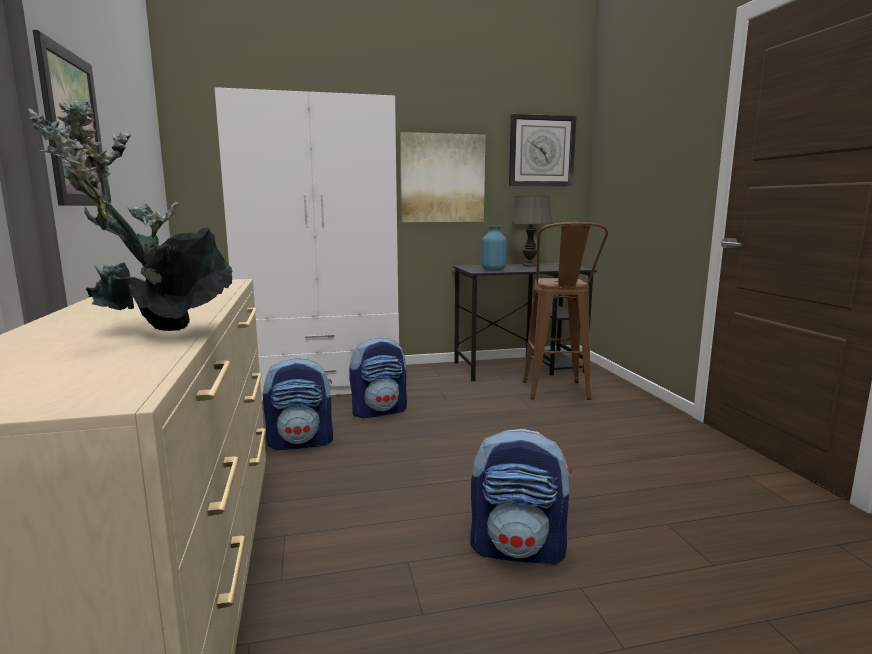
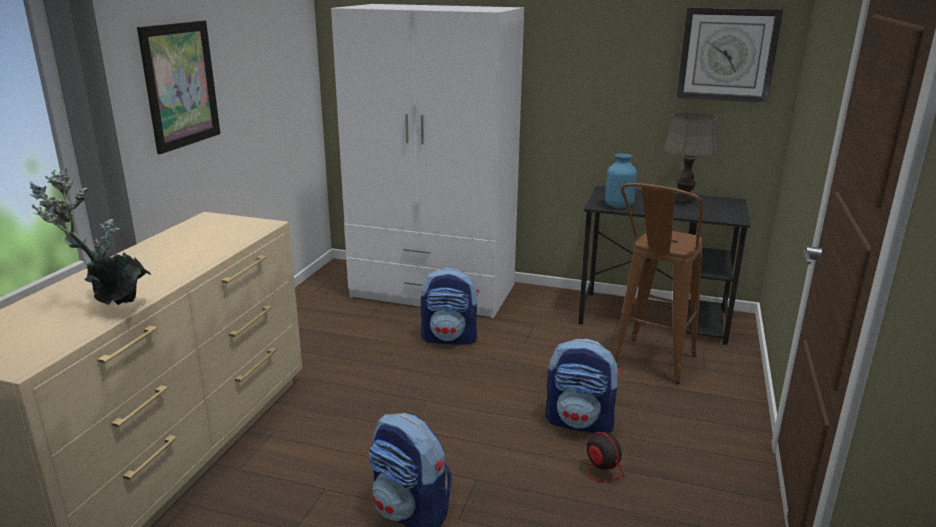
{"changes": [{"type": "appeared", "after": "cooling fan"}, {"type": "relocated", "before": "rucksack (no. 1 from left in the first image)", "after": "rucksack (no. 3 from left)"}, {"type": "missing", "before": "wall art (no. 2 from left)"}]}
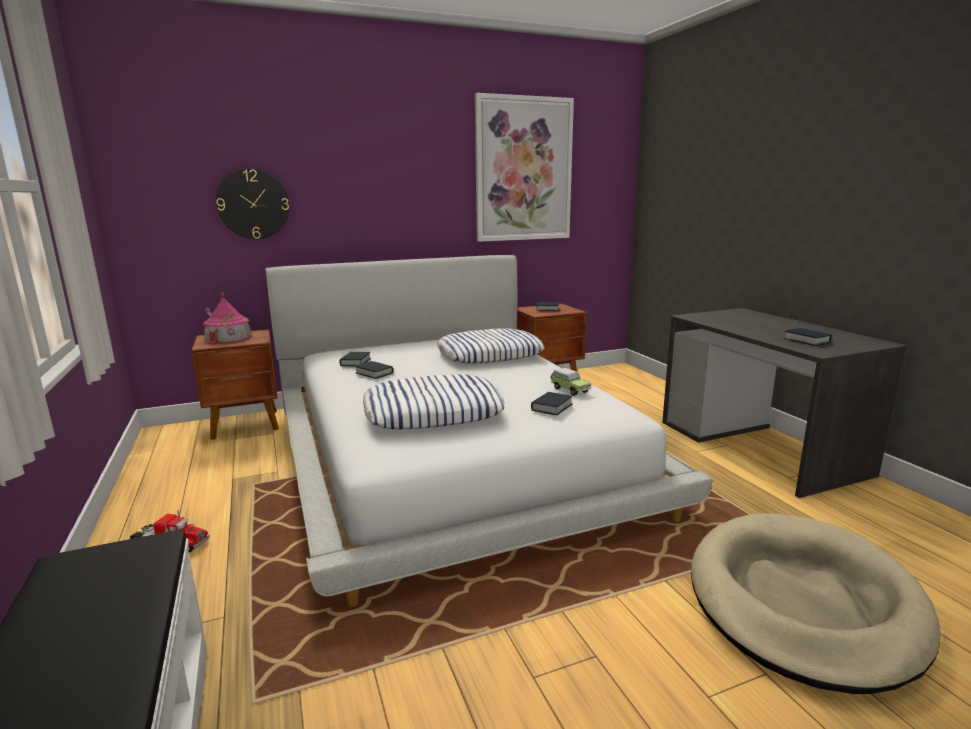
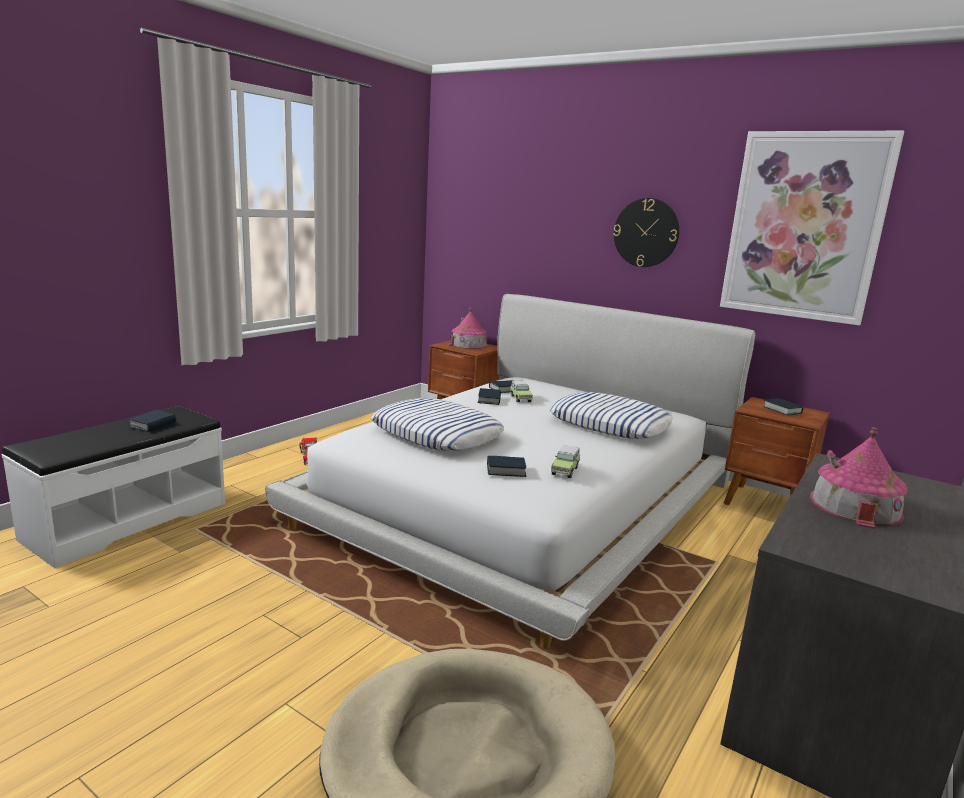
{"changes": [{"type": "relocated", "before": "volume (no. 5 from left in the first image)", "after": "volume (no. 1 from left)"}, {"type": "appeared", "after": "model car (no. 1 from left)"}, {"type": "relocated", "before": "clock on the wall"}, {"type": "appeared", "after": "model house (no. 2 from left)"}]}
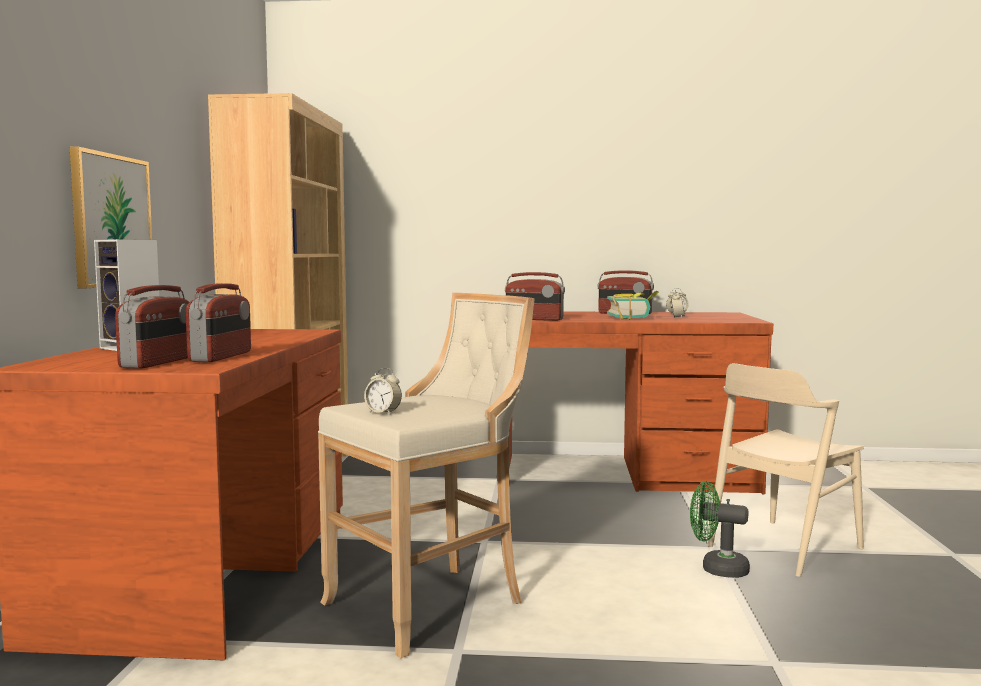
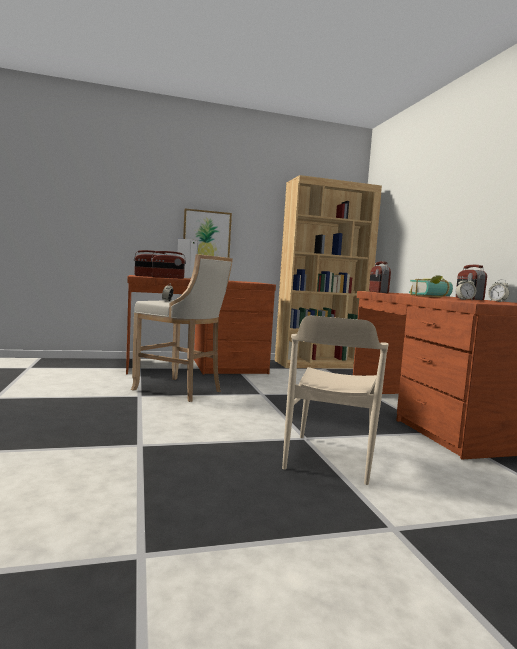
{"changes": [{"type": "spun", "before": "sand-coloured plain chair", "turn": -105}, {"type": "missing", "before": "green-coloured cooling fan"}]}
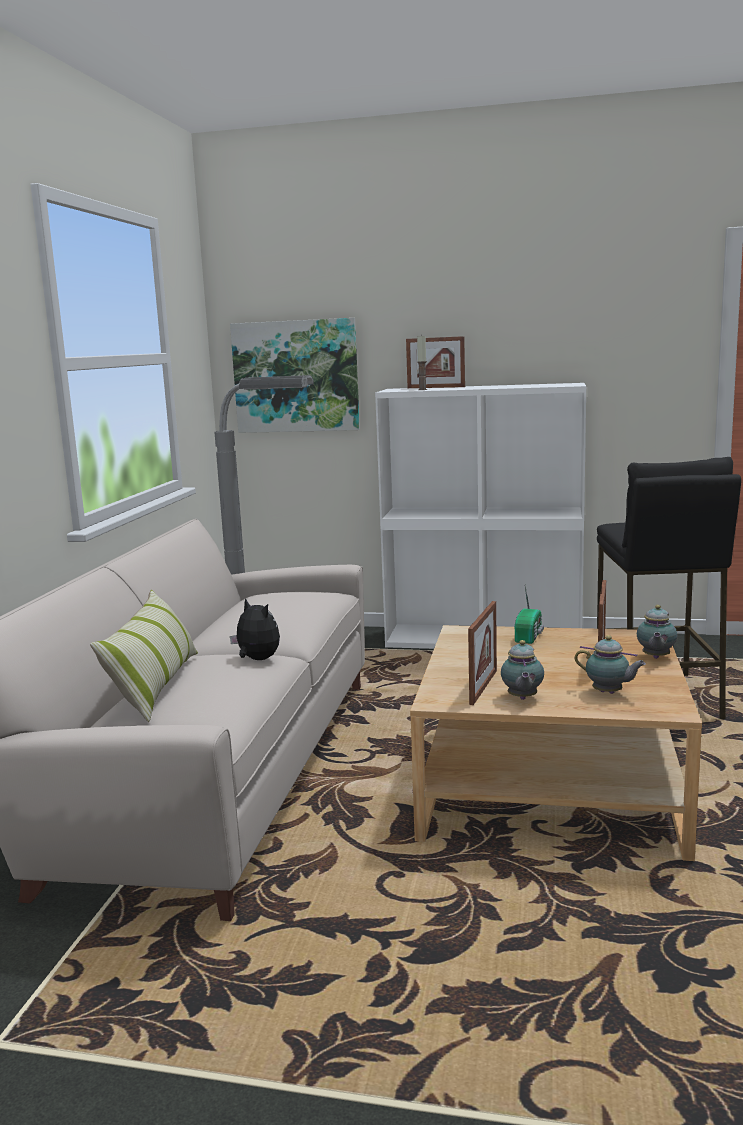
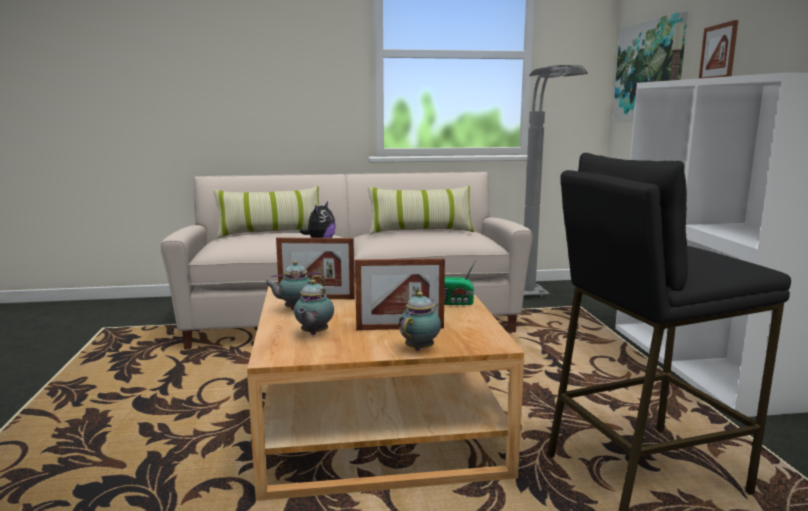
{"changes": [{"type": "appeared", "after": "pillow (no. 2 from left)"}, {"type": "spun", "before": "pot for tea (no. 3 from left)", "turn": 120}]}
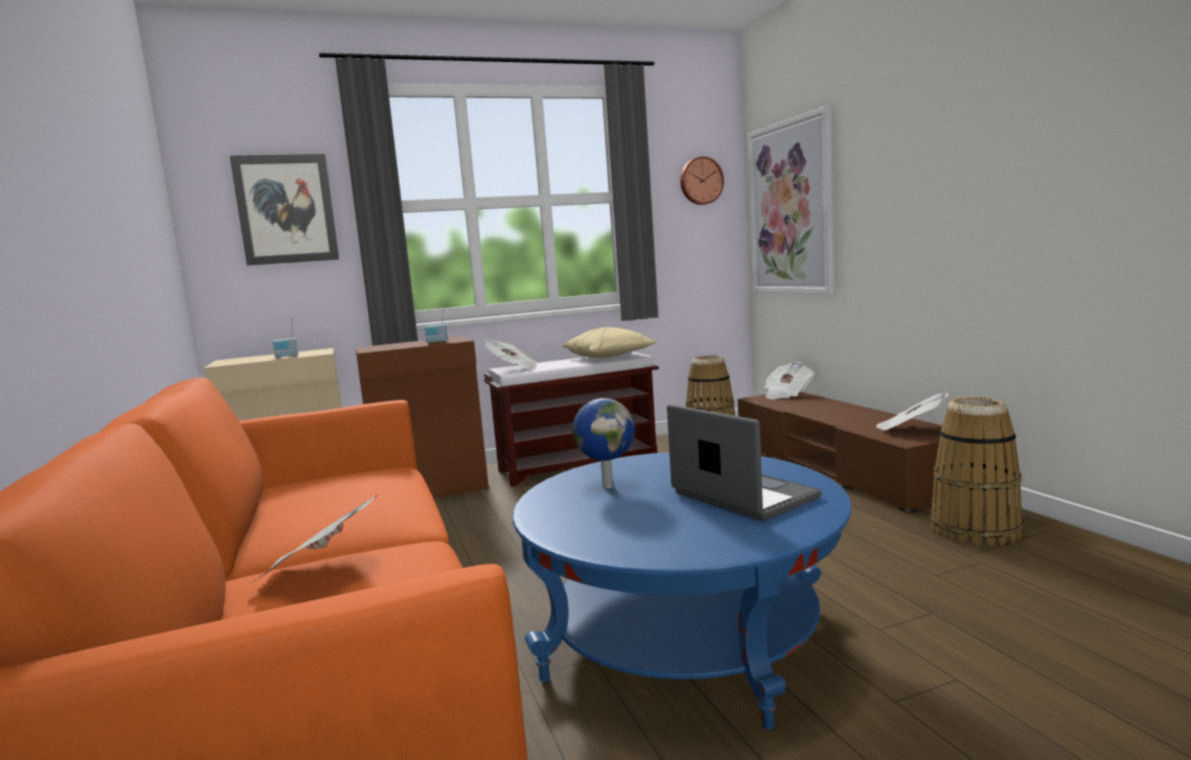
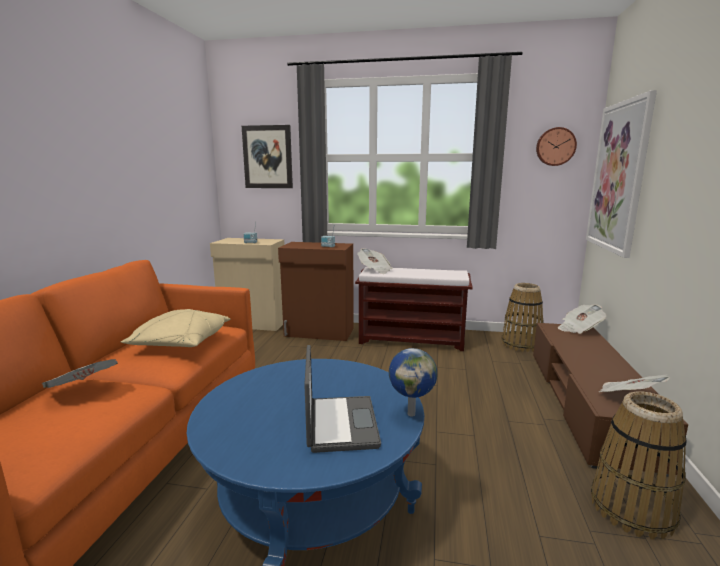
{"changes": [{"type": "relocated", "before": "sand-coloured pillow"}, {"type": "relocated", "before": "world globe"}]}
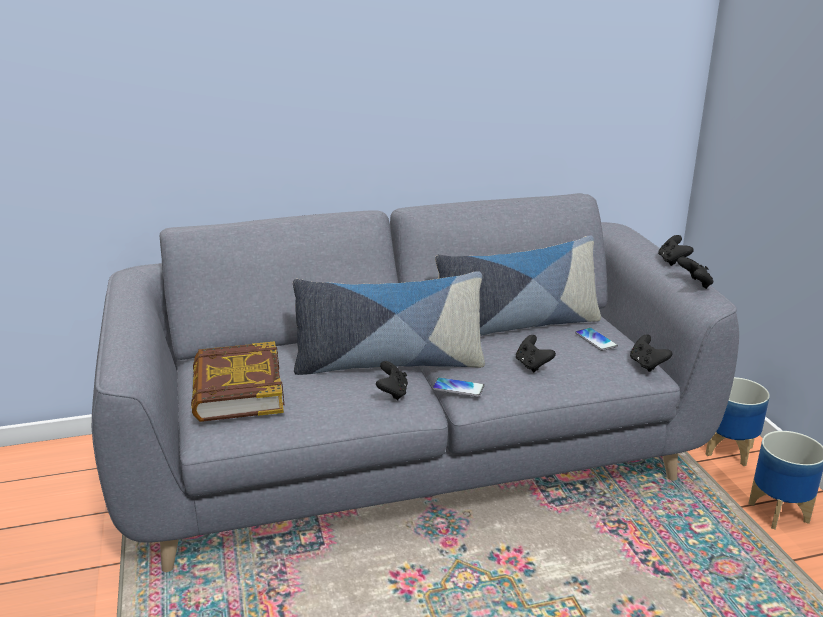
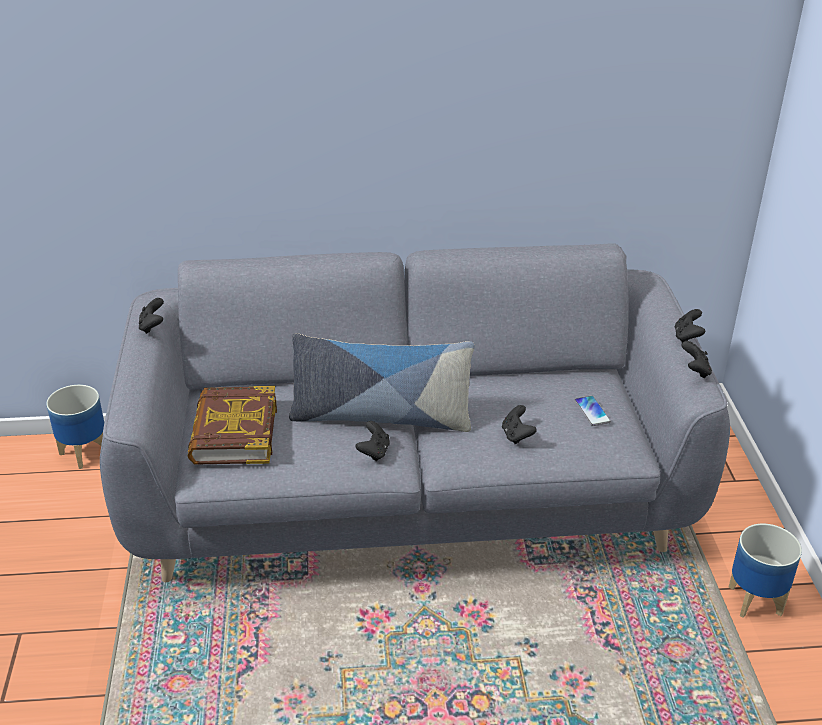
{"changes": [{"type": "relocated", "before": "planter (no. 1 from left)"}, {"type": "relocated", "before": "black game controller (no. 3 from left in the first image)", "after": "black game controller (no. 1 from left)"}, {"type": "missing", "before": "handset (no. 1 from left)"}, {"type": "missing", "before": "pillow (no. 2 from left)"}]}
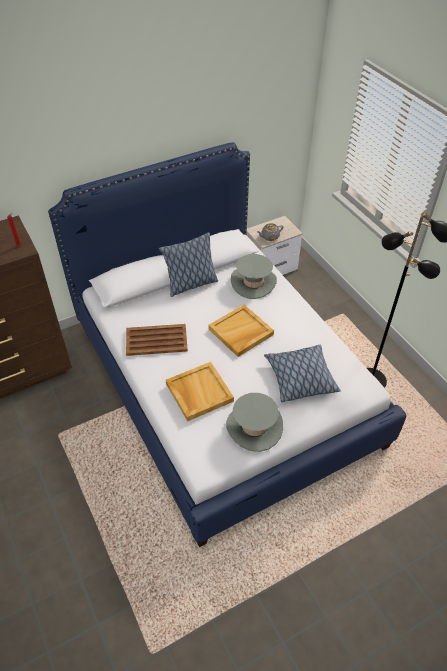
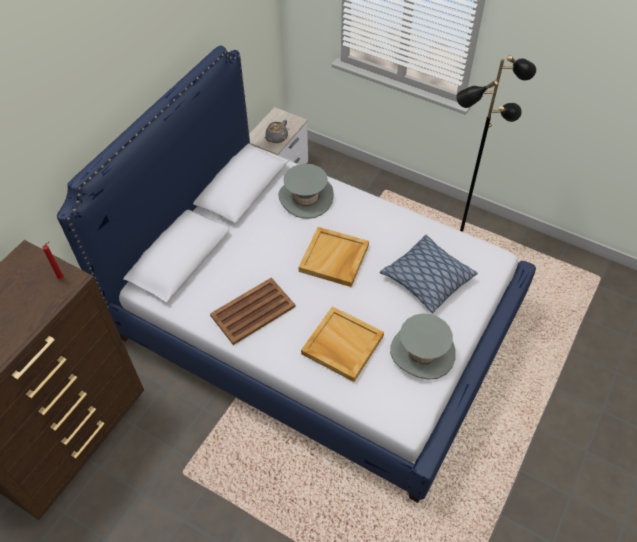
{"changes": [{"type": "missing", "before": "pillow (no. 1 from left)"}]}
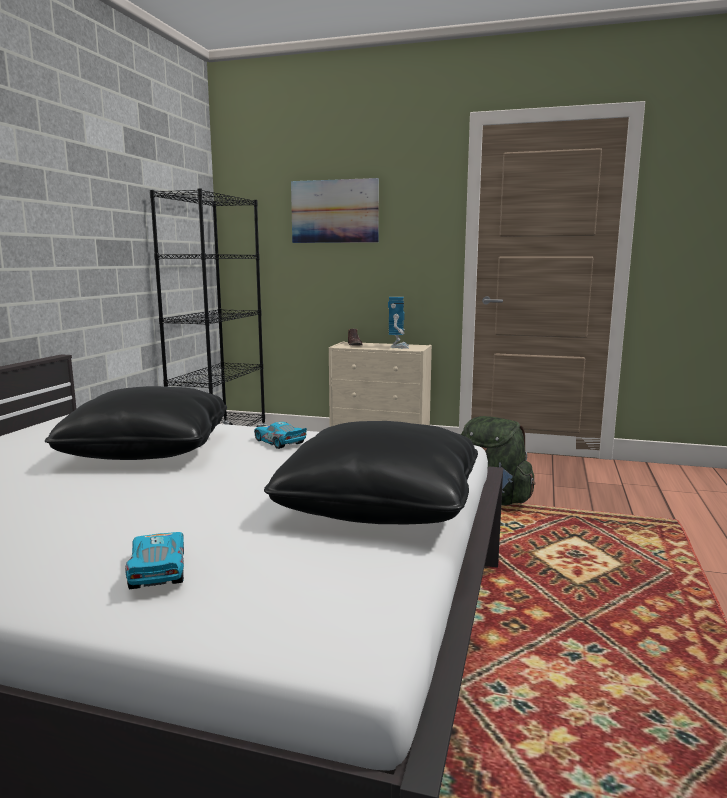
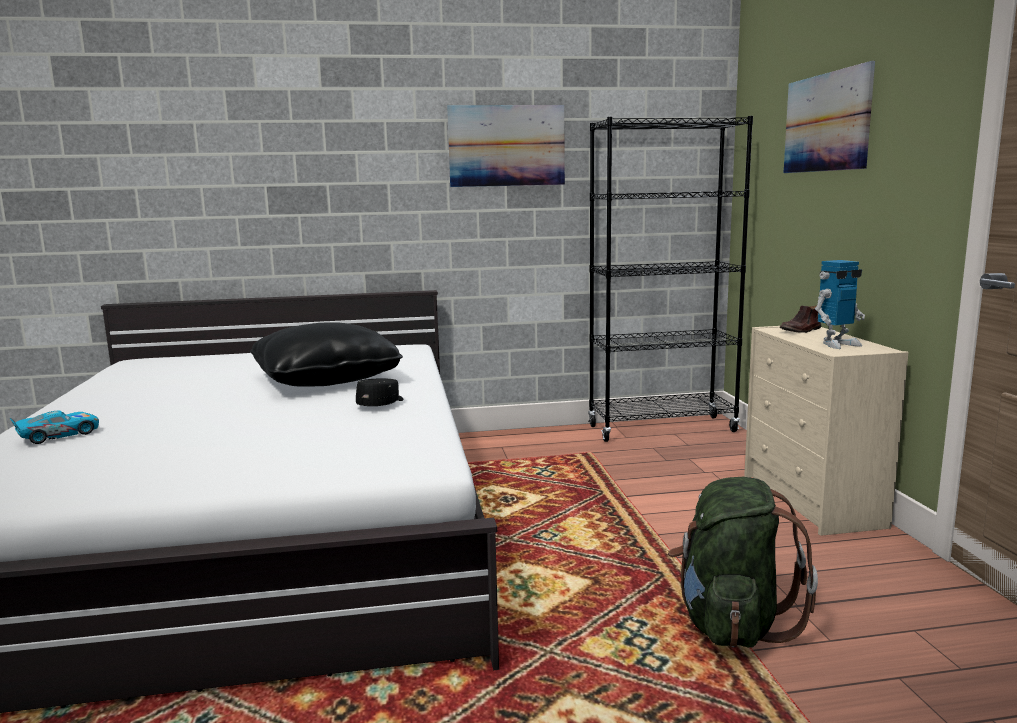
{"changes": [{"type": "exchanged", "before": "model car (no. 2 from left)", "after": "black baseball cap"}, {"type": "appeared", "after": "wall art (no. 1 from left)"}, {"type": "missing", "before": "black pillow (no. 2 from left)"}]}
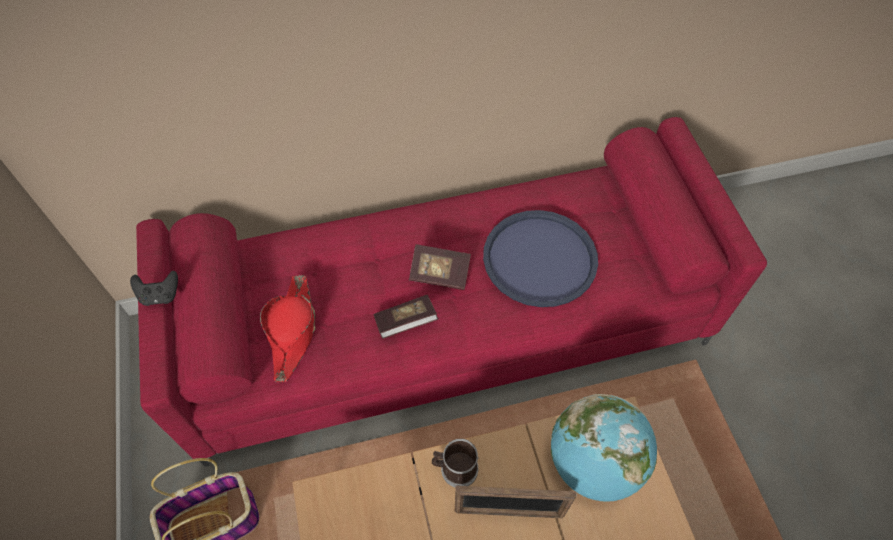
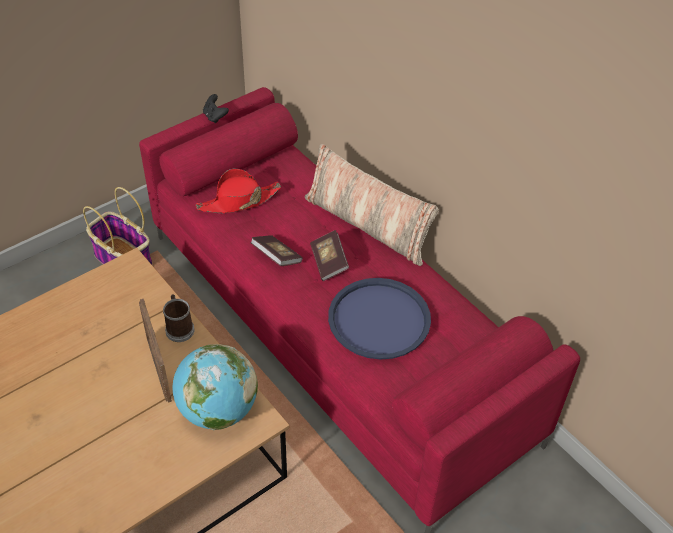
{"changes": [{"type": "appeared", "after": "pillow"}]}
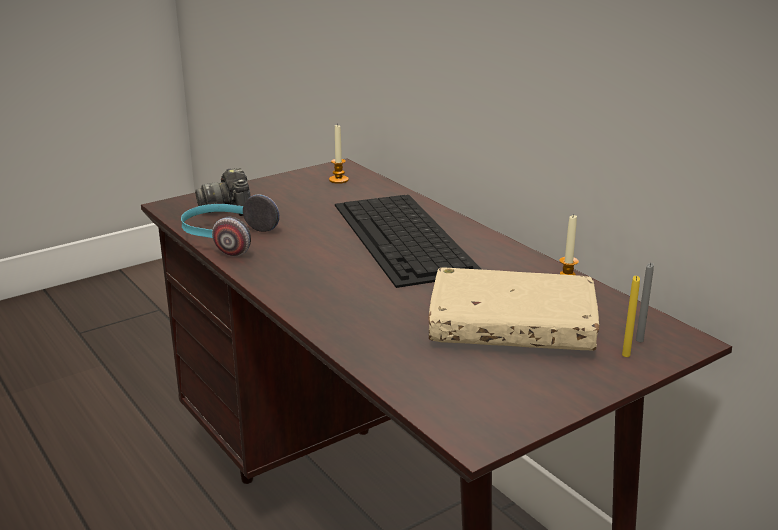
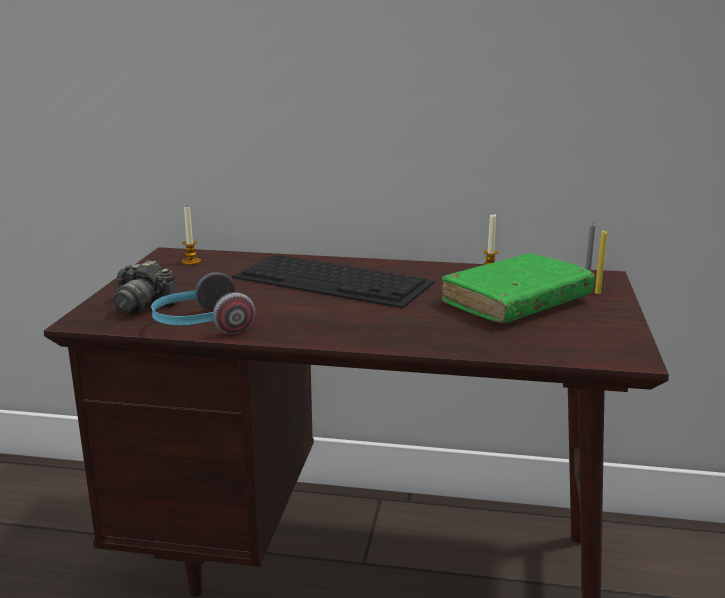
{"changes": [{"type": "colour", "before": "sand-coloured volume", "after": "green-coloured volume"}]}
